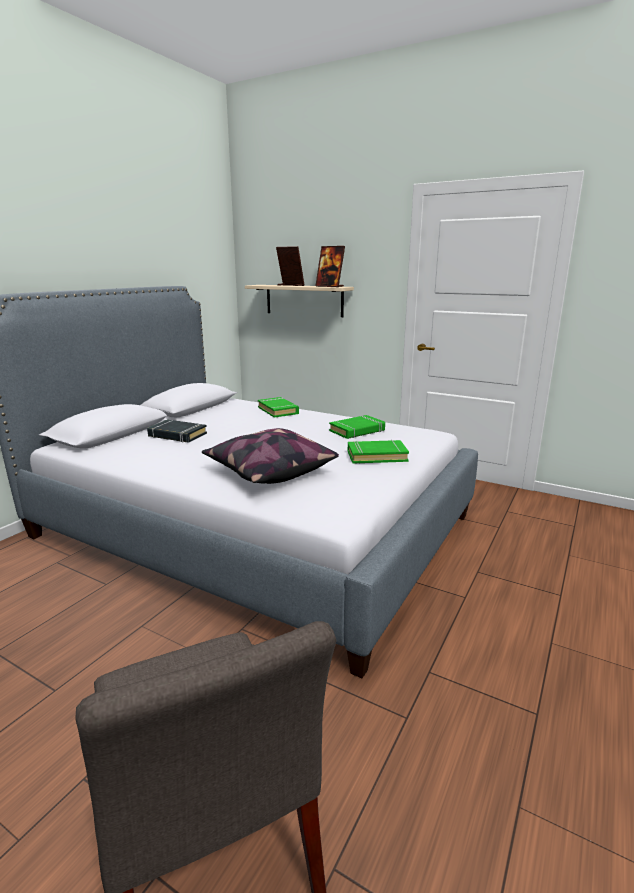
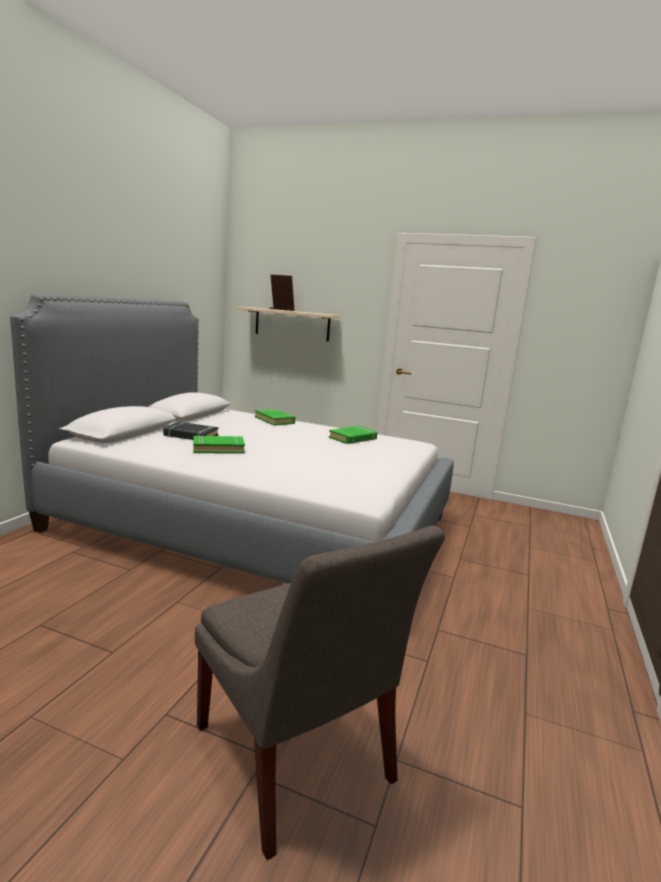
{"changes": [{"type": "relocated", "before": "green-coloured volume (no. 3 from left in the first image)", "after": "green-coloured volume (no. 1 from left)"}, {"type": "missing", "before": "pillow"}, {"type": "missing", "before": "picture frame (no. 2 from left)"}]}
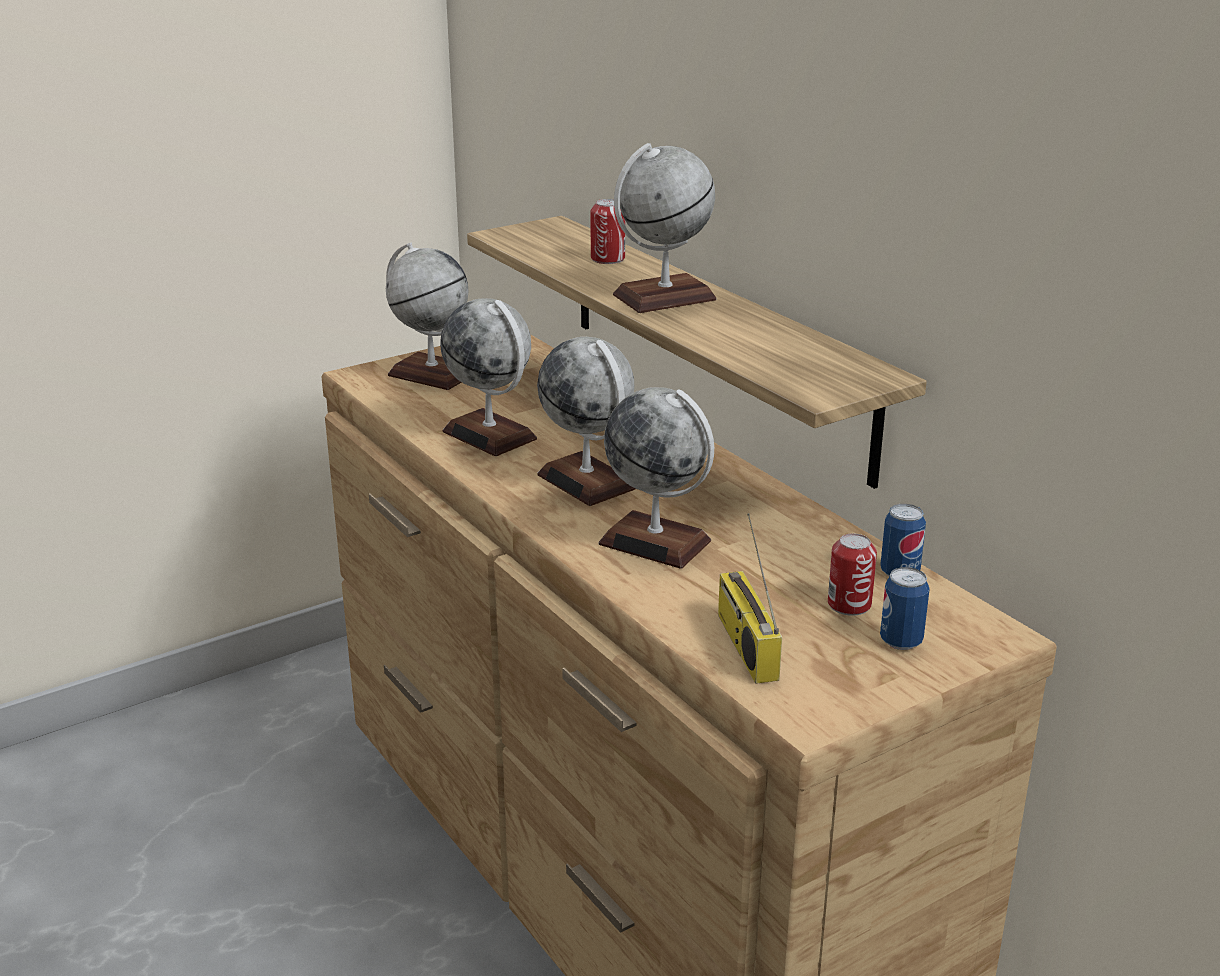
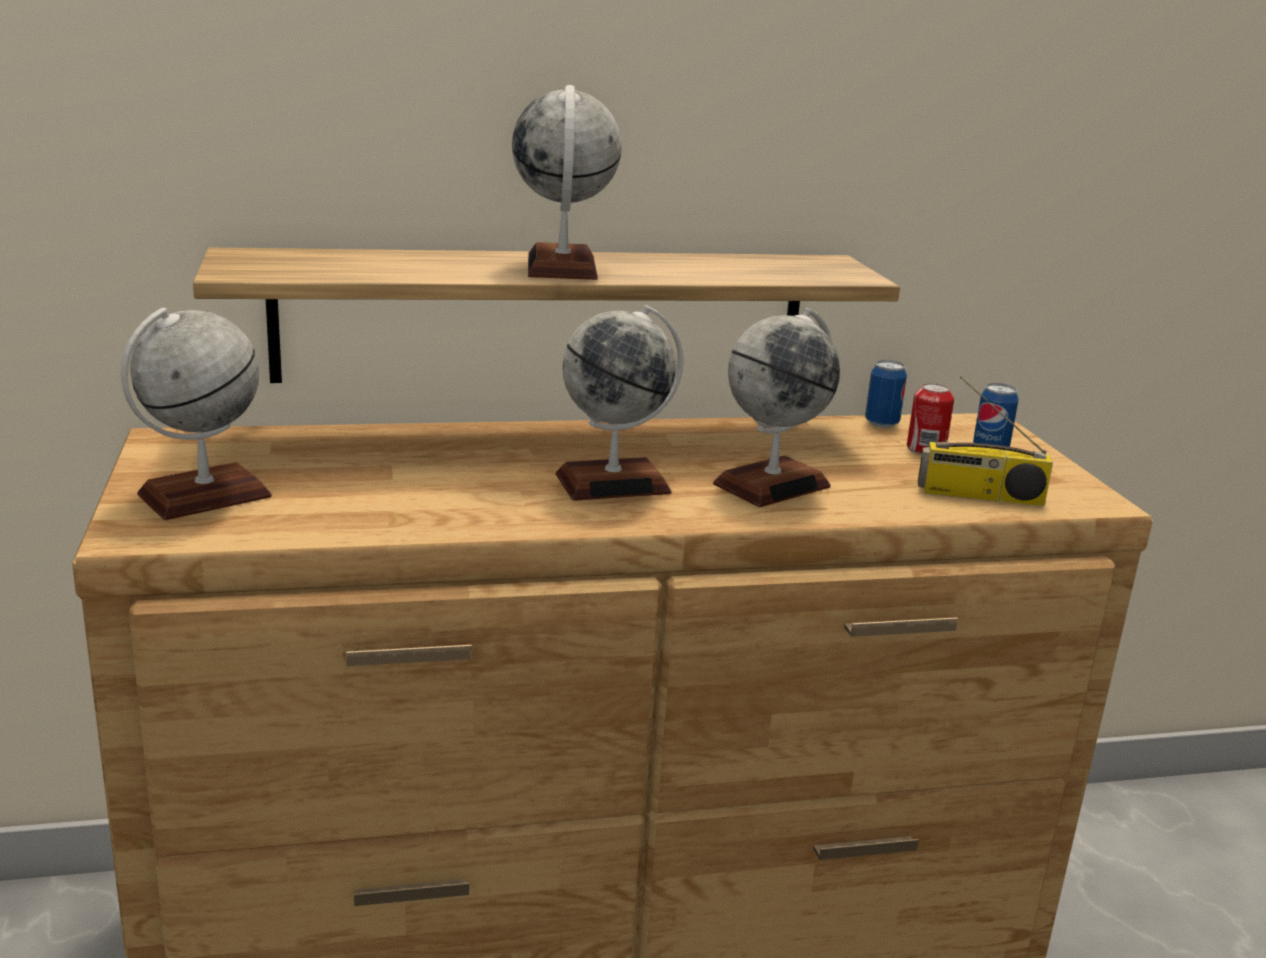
{"changes": [{"type": "missing", "before": "world globe (no. 2 from left)"}, {"type": "missing", "before": "sealed can (no. 1 from left)"}]}
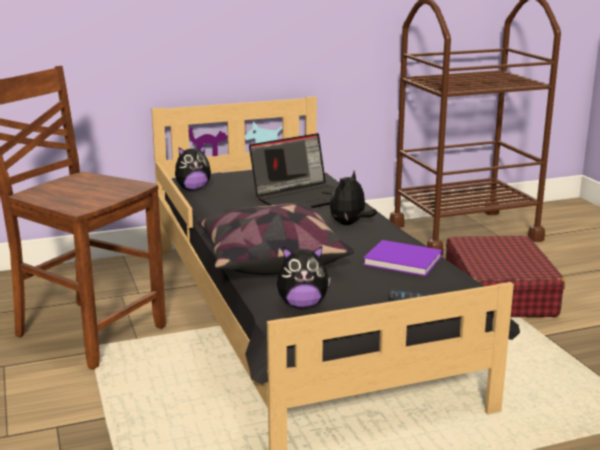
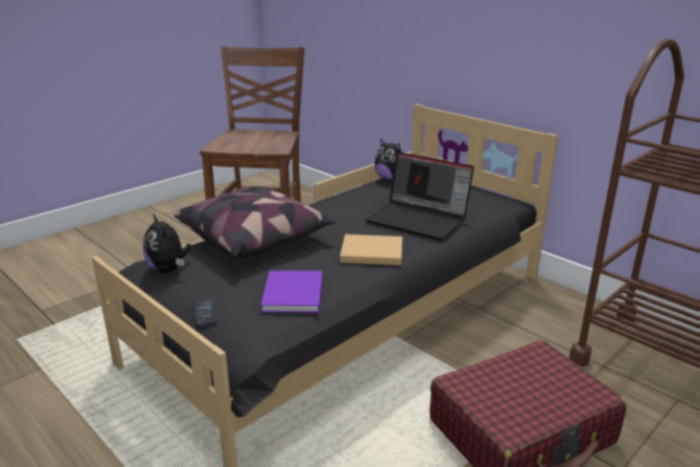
{"changes": [{"type": "exchanged", "before": "soft toy (no. 3 from left)", "after": "sand-coloured volume"}]}
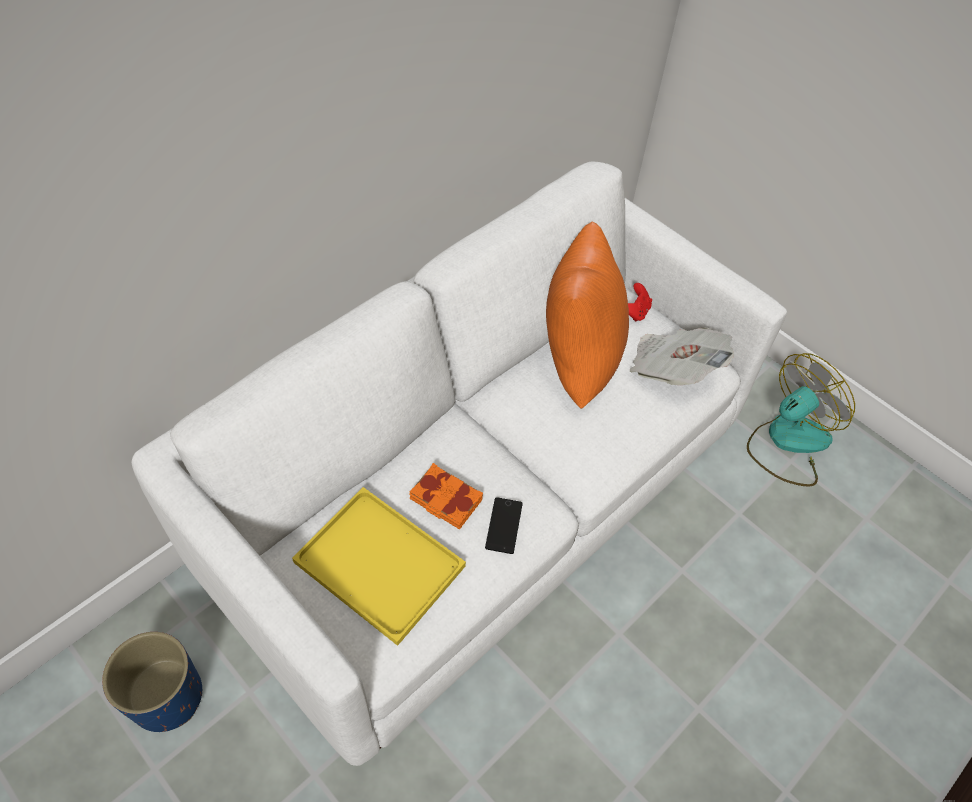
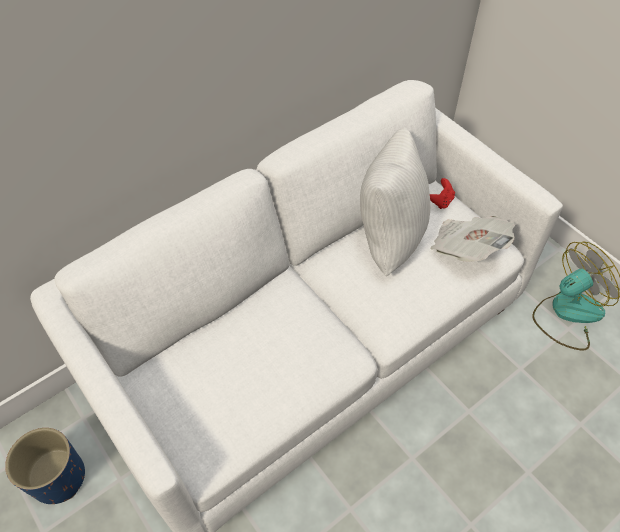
{"changes": [{"type": "colour", "before": "orangey pillow", "after": "white-coloured pillow"}, {"type": "missing", "before": "yellow-coloured carrying tray"}, {"type": "missing", "before": "orangey volume"}, {"type": "missing", "before": "handset"}]}
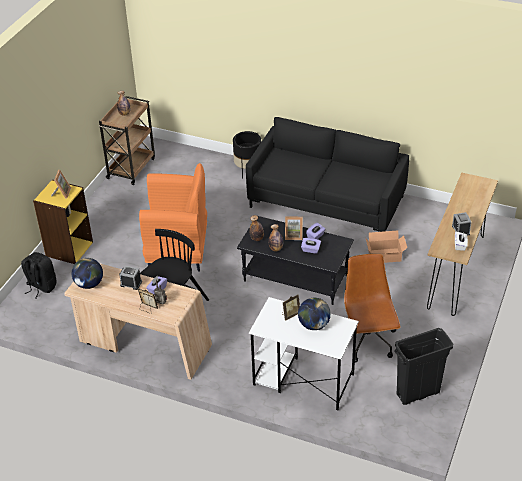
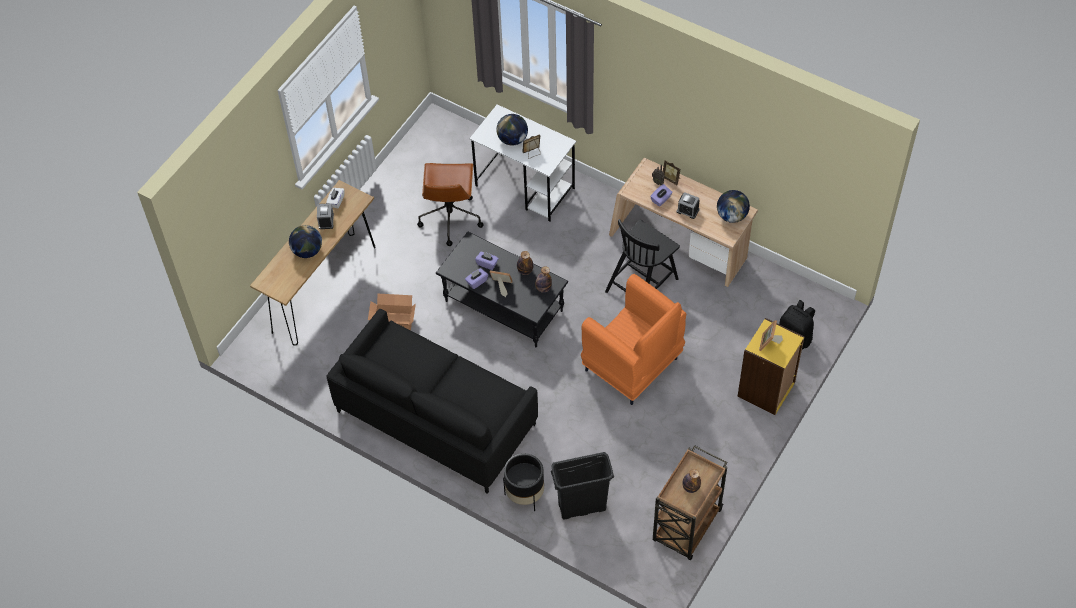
{"changes": [{"type": "appeared", "after": "world globe (no. 1 from left)"}, {"type": "relocated", "before": "black rubbish bin"}, {"type": "spun", "before": "orangey lounge chair", "turn": -150}]}
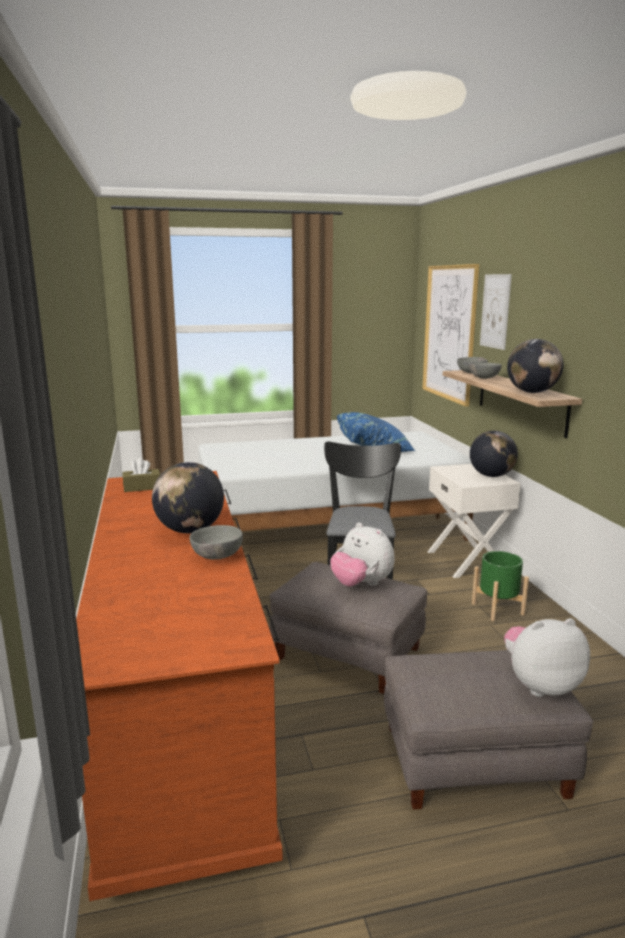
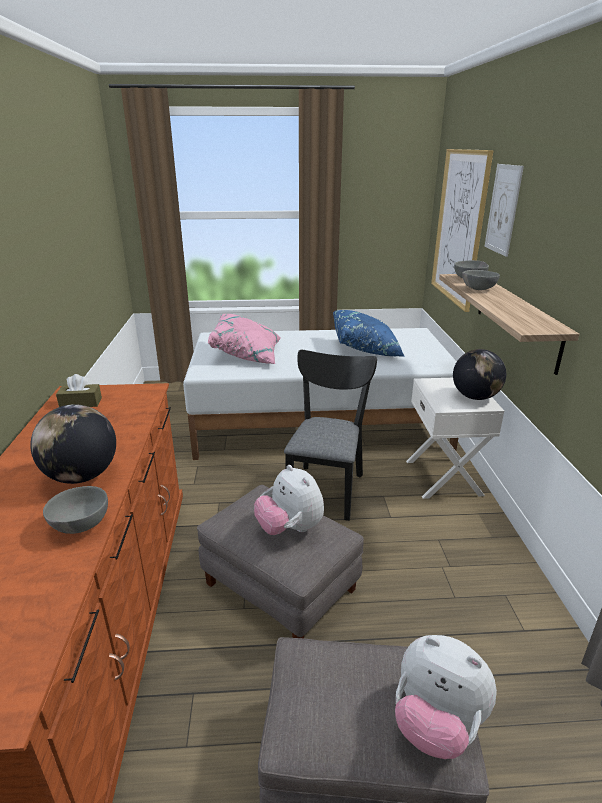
{"changes": [{"type": "appeared", "after": "pink pillow"}, {"type": "spun", "before": "soft toy (no. 2 from left)", "turn": -150}, {"type": "missing", "before": "green-coloured planter"}, {"type": "missing", "before": "world globe (no. 3 from left)"}]}
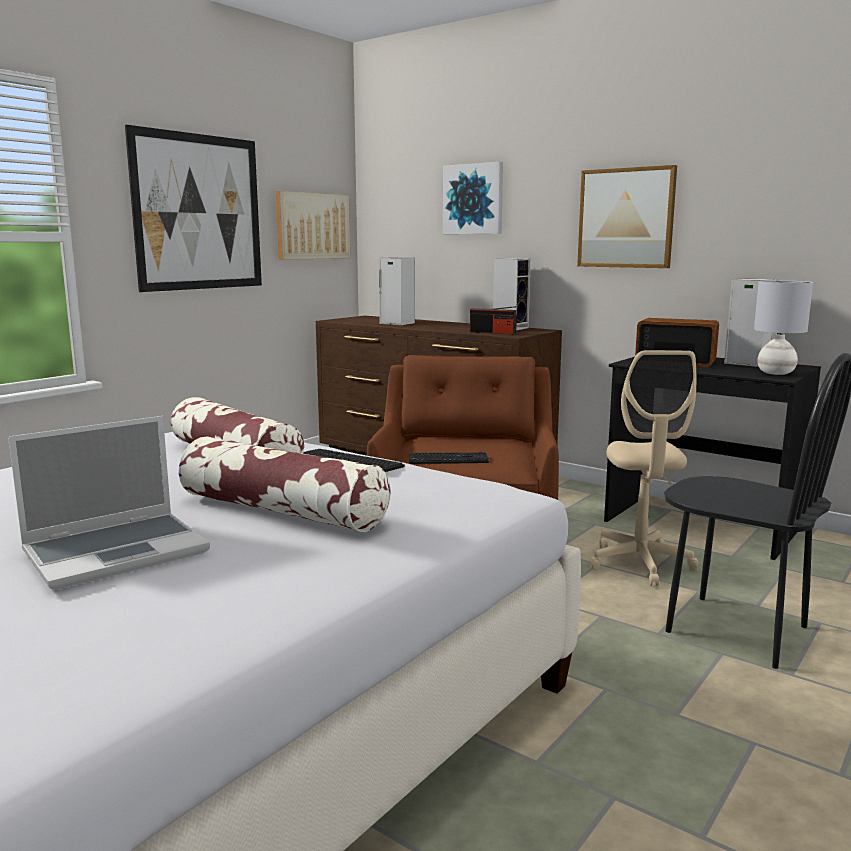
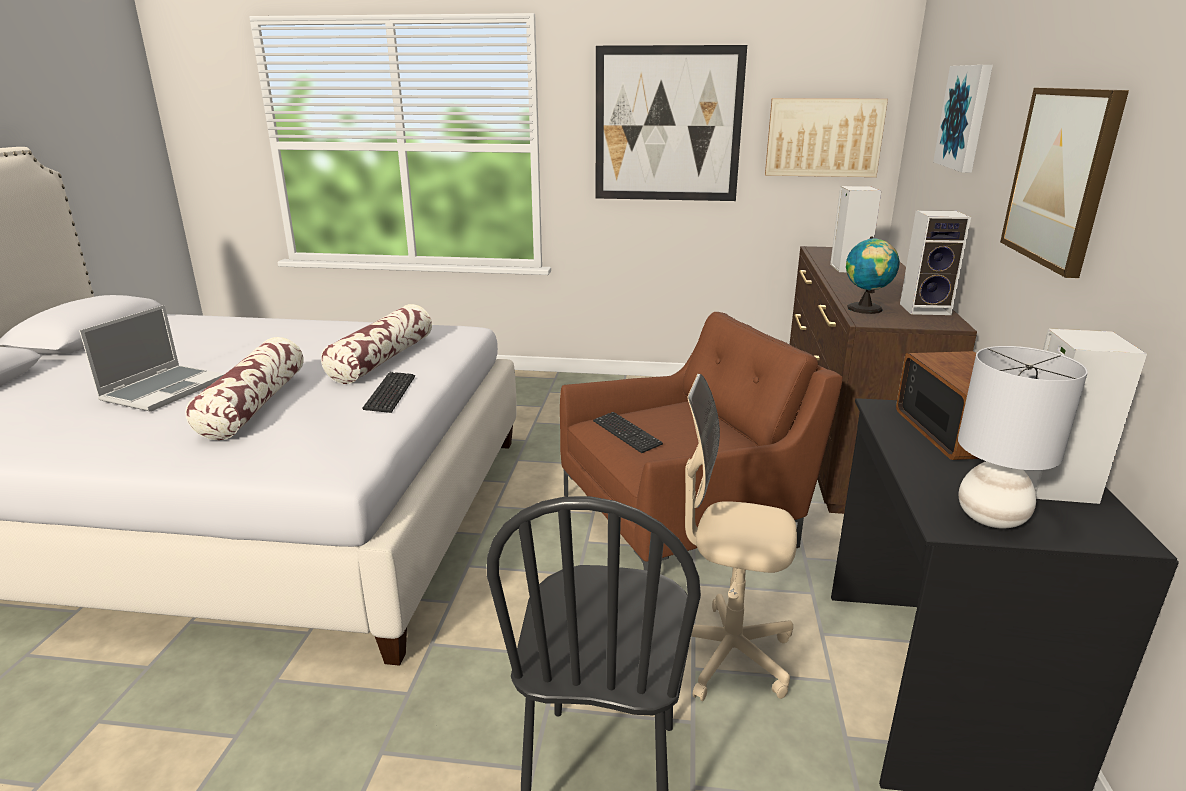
{"changes": [{"type": "spun", "before": "notebook computer", "turn": -90}, {"type": "spun", "before": "sand-coloured desk chair", "turn": 45}, {"type": "exchanged", "before": "radio set (no. 1 from left)", "after": "world globe"}]}
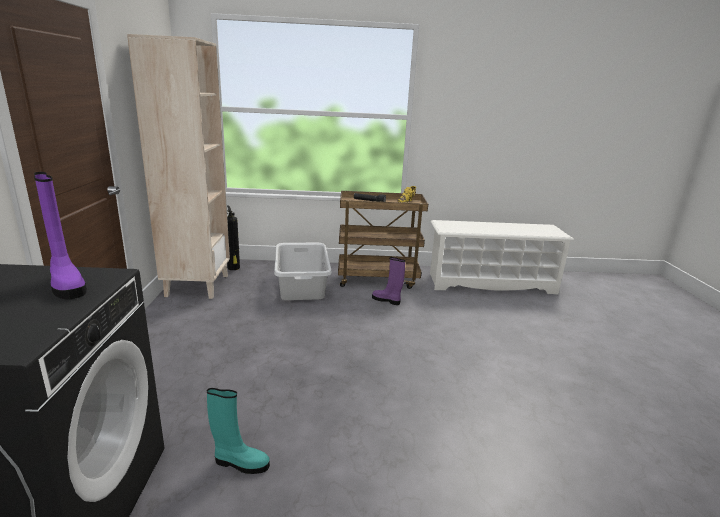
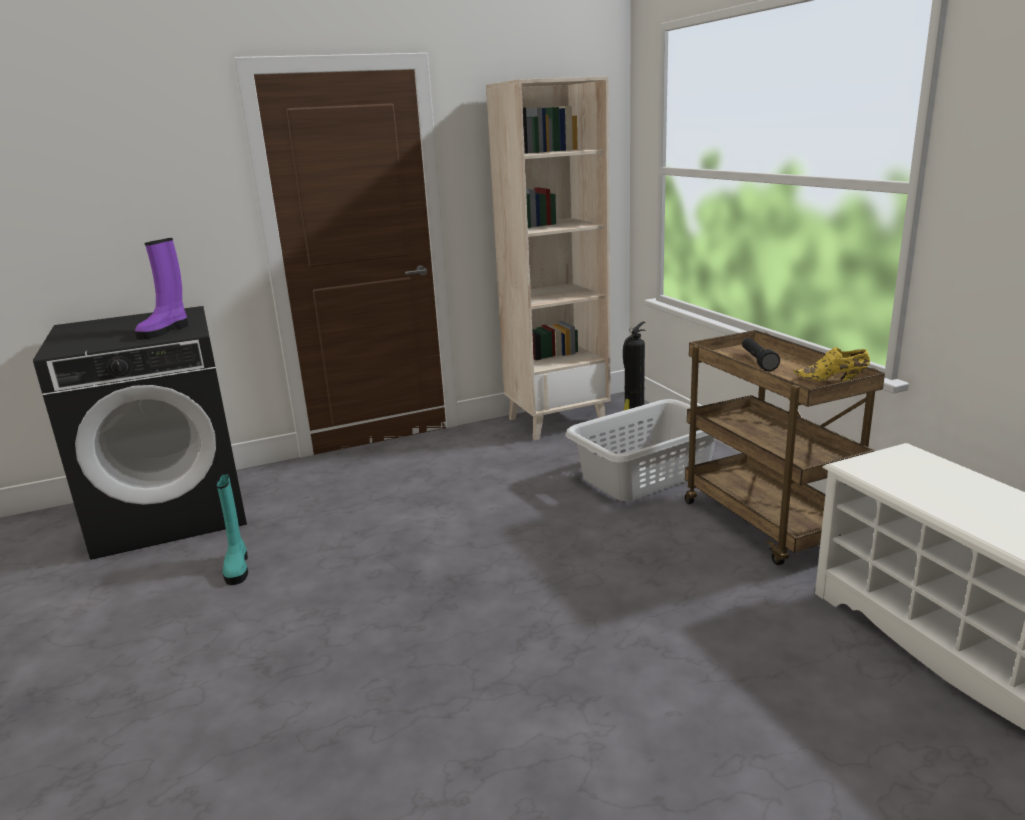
{"changes": [{"type": "missing", "before": "purple-coloured high-top boot (no. 2 from left)"}]}
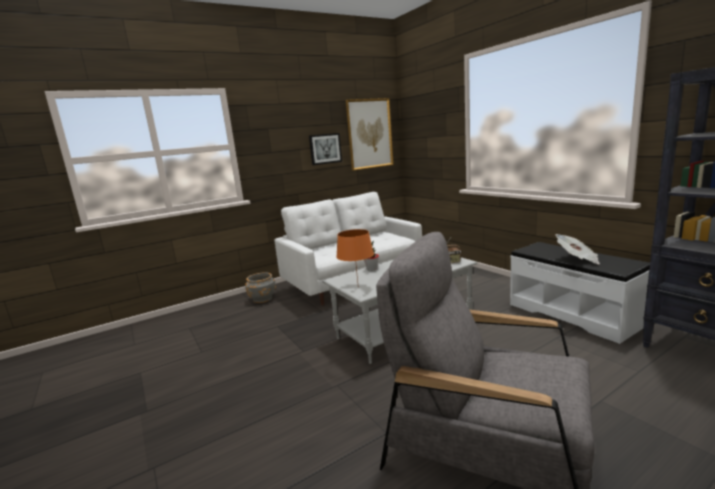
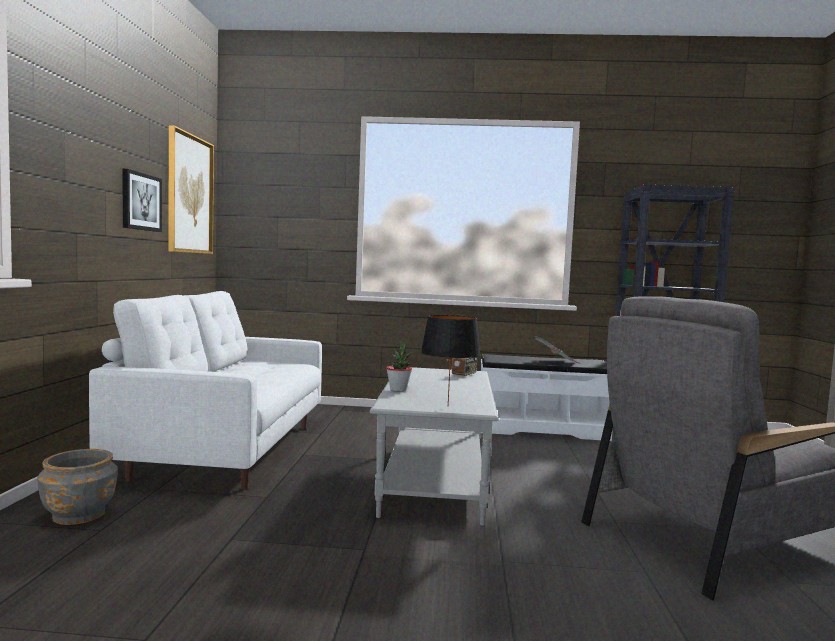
{"changes": [{"type": "colour", "before": "orangey tabletop lamp", "after": "black tabletop lamp"}]}
